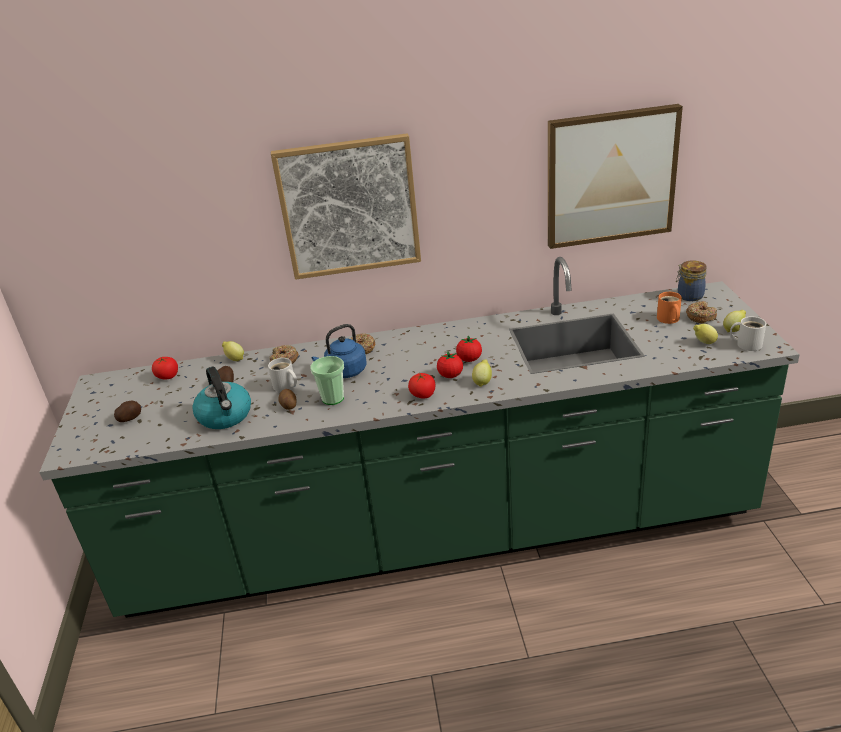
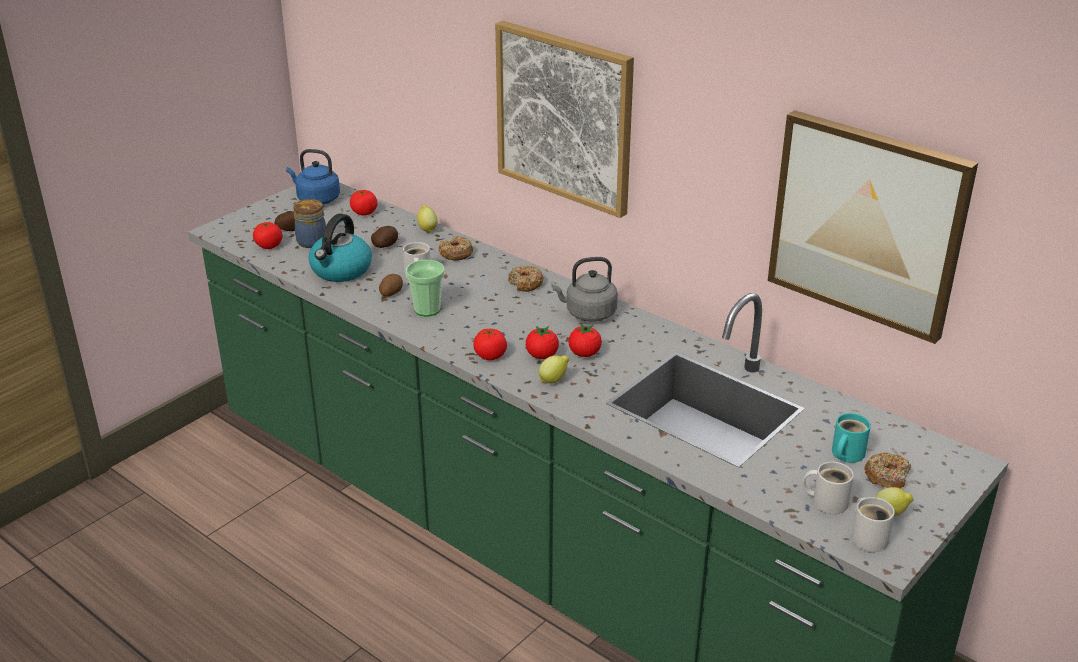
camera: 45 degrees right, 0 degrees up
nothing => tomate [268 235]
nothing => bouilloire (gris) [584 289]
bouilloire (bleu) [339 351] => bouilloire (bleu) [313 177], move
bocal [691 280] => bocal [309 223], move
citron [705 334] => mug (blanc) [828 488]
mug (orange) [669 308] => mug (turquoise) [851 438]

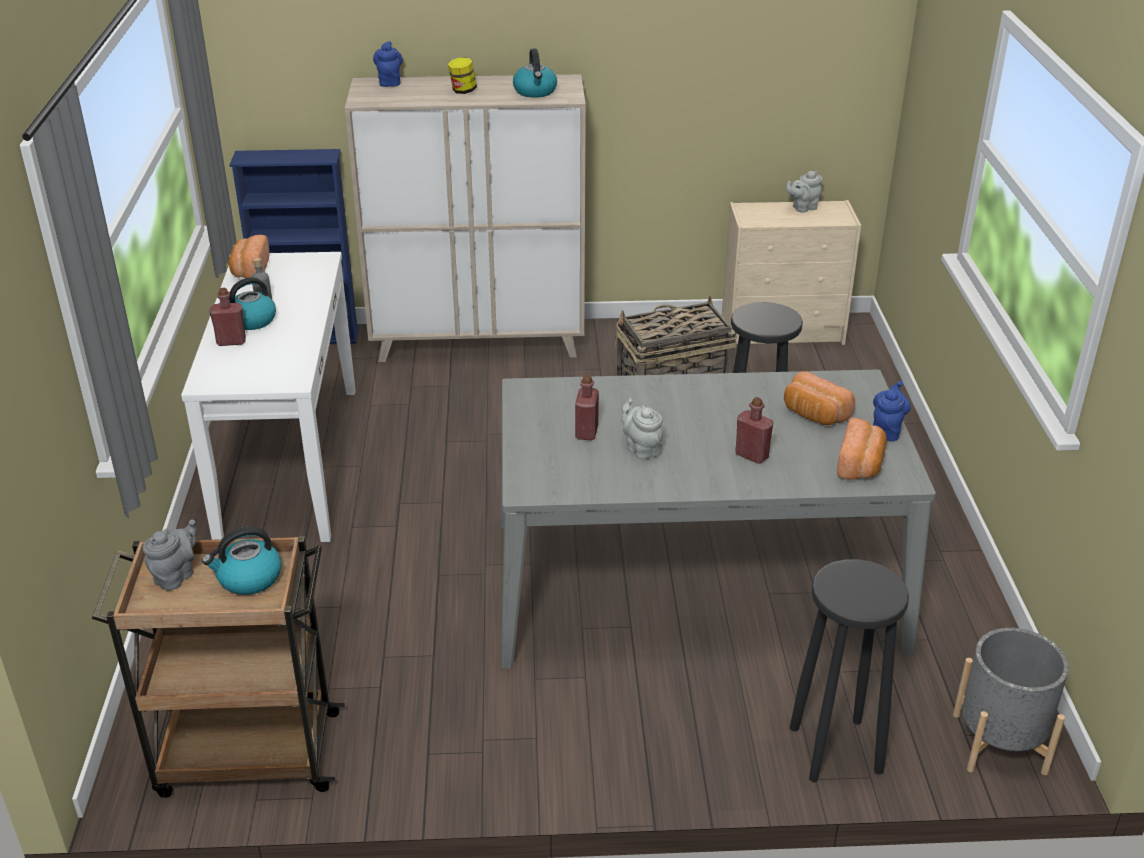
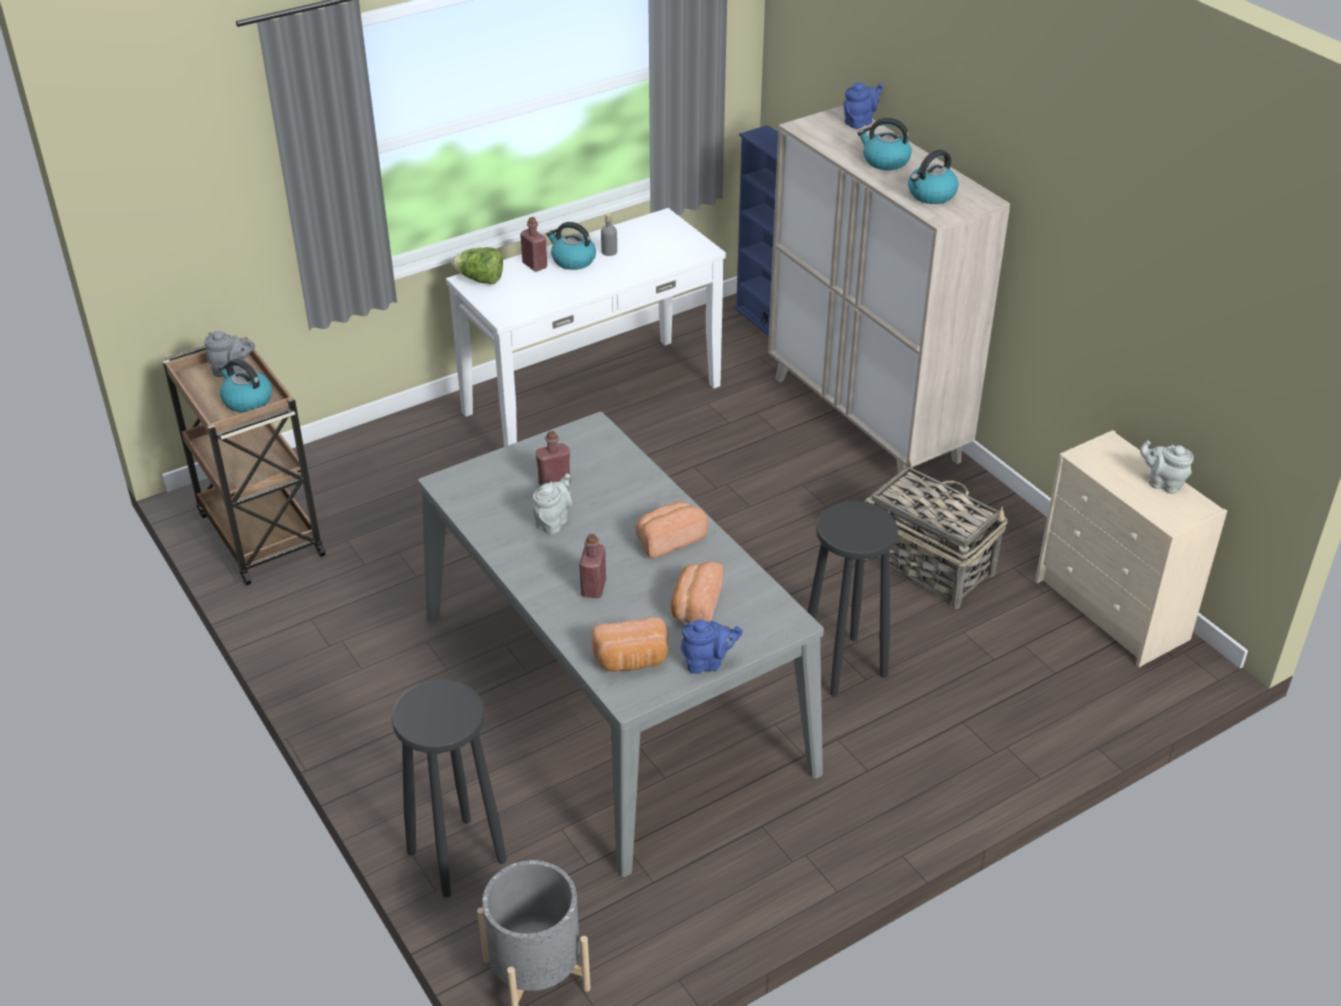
camera: 60 degrees right, 5 degrees up
nothing => laitue [477 265]
pain [248 256] => pain [672 529], move
bocal [462 75] => bouilloire [884 144]

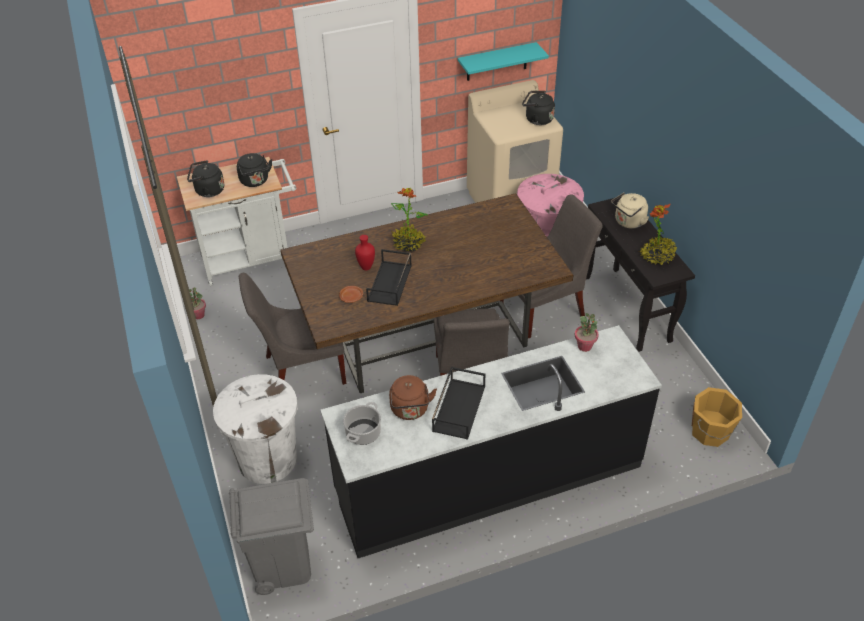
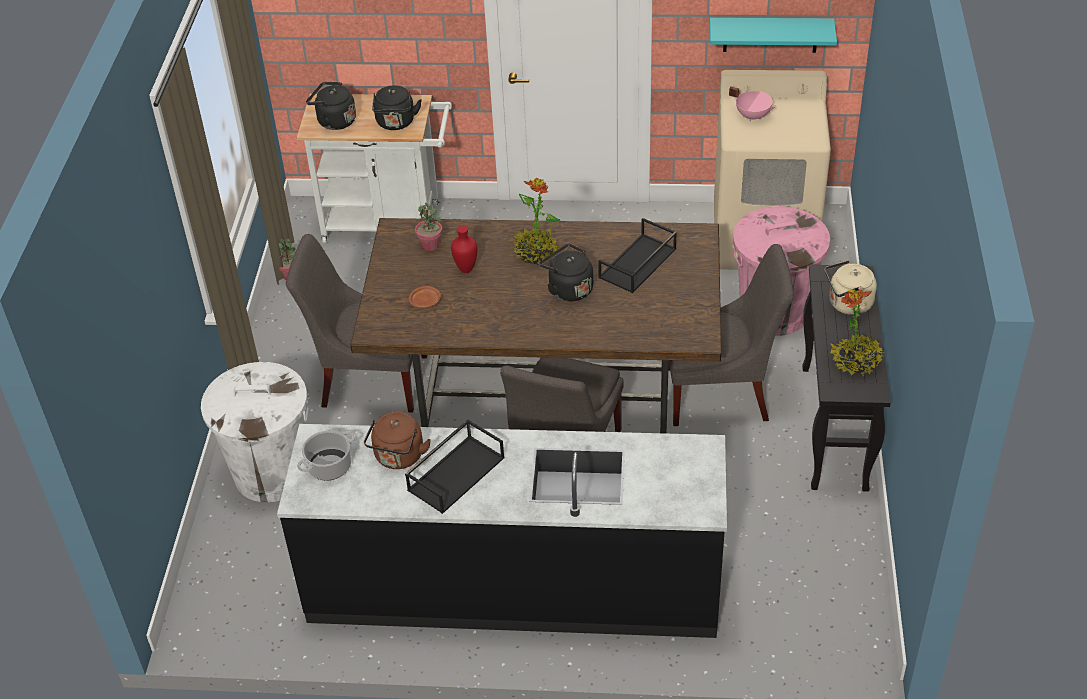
camera: 25 degrees right, 0 degrees up
poubelle (gris) [271 536] => nothing
seau (orange) [717 417] => nothing
nothing => marmite (rose) [752 103]
plateau (noir) [389 277] => plateau (noir) [637 255], move
bouilloire (noir) [538 108] => bouilloire (noir) [566 272], move
plante en pot [587 332] => plante en pot [429 226], move

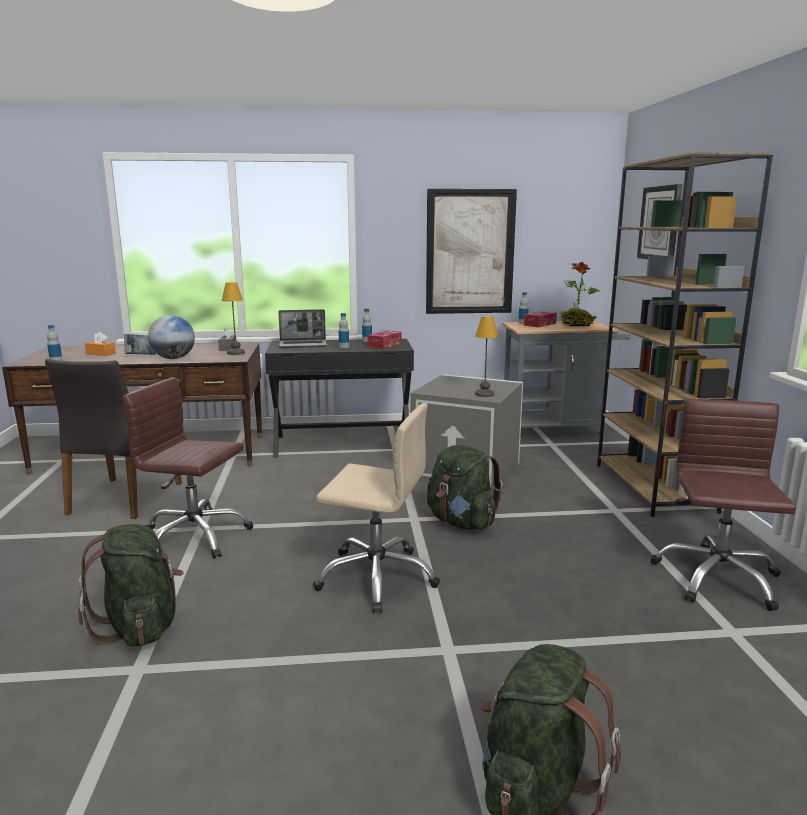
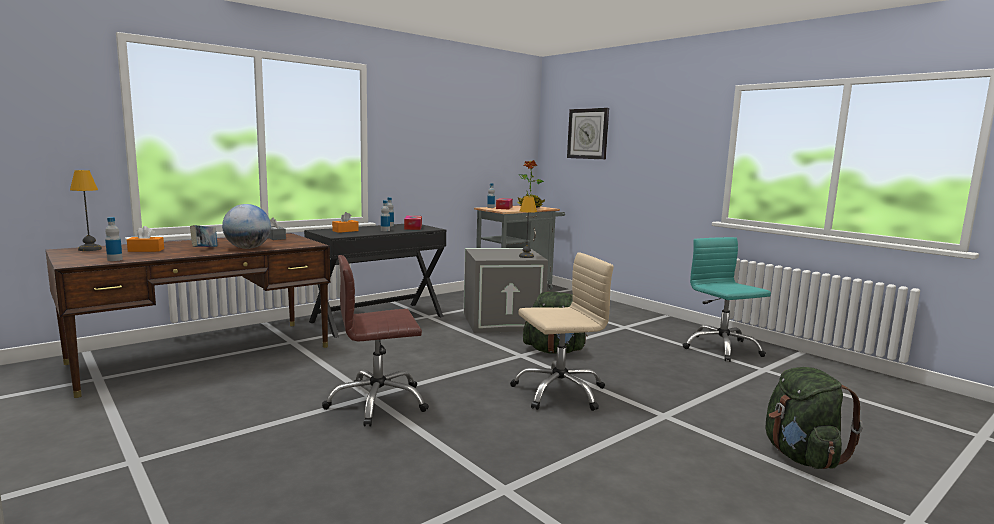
camera: 35 degrees left, 5 degrees down
chaise (gris) [113 439] => nothing
sac à dos (vert) [131 585] => nothing
tableau [471 251] => nothing
bibliothèque (marron) [685 334] => nothing
lampe de table [233 318] => lampe de table [86 210], move
ordinateur portable [302 328] => boîte à mouchoirs (orange) [345 222]
chaise de bureau (marron) [723 505] => chaise de bureau (turquoise) [727 299]

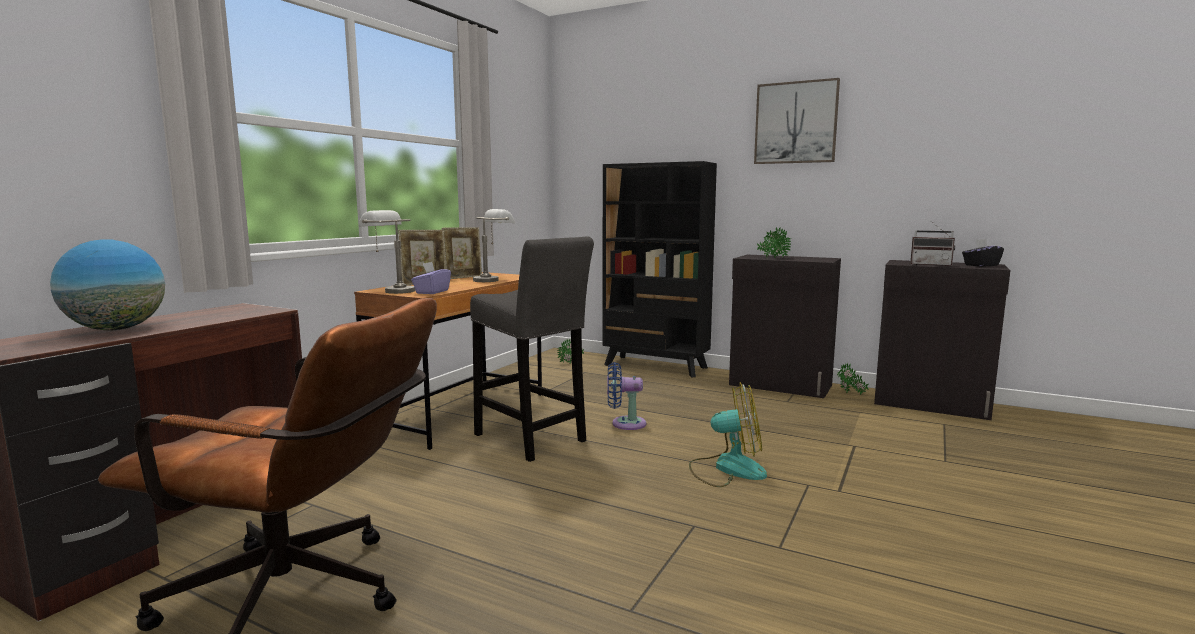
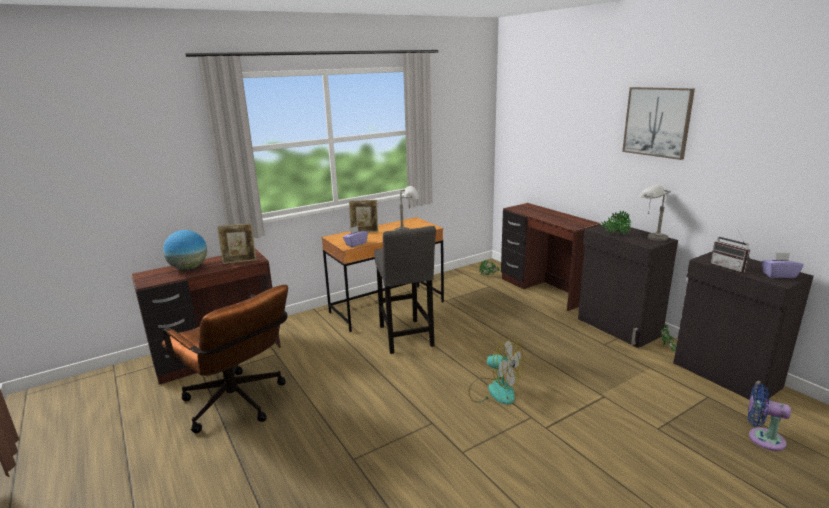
camera: 30 degrees right, 10 degrees up
lampe de table (gris) [386 252] => lampe de table (gris) [655 213], move
cadre photo [462 253] => cadre photo [236 243], move
ventilateur (bleu) [626 396] => ventilateur (bleu) [769 417], move
bibliothèque (noir) [659 269] => bureau (marron) [551 257]
boîte à mouchoirs (noir) [983 253] => boîte à mouchoirs (violet) [782 265]

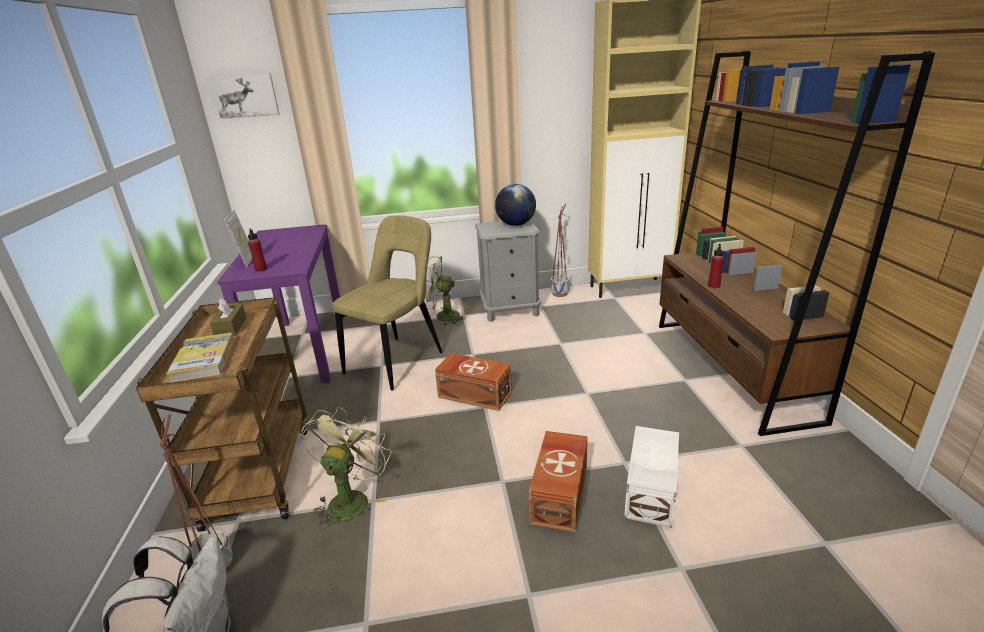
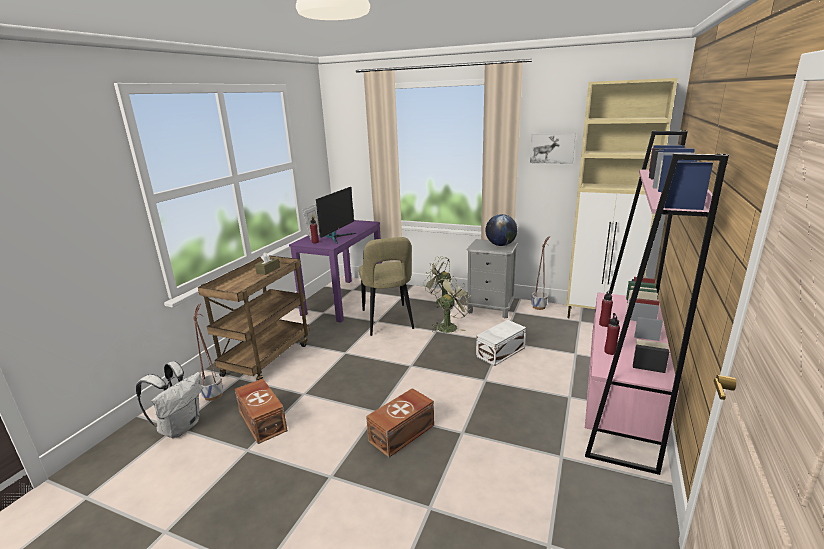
camera: 30 degrees right, 5 degrees down
livre [200 357] => nothing
nothing => écran d'ordinateur [336 215]
nothing => bouteille (rouge) [612 334]
tableau [244 96] => tableau [553 149], move
ventilateur (vert) [346 468] => ventilateur (vert) [452 304], move
boîte de rangement (marron) [473 382] => boîte de rangement (marron) [261 411], move
boîte de rangement (blanc) [651 477] => boîte de rangement (blanc) [501 343], move
bibliothèque (marron) [797 243] => bibliothèque (rose) [657 302]
chaise (beige) [388 302] => chaise (beige) [386 286], 105 degrees clockwise

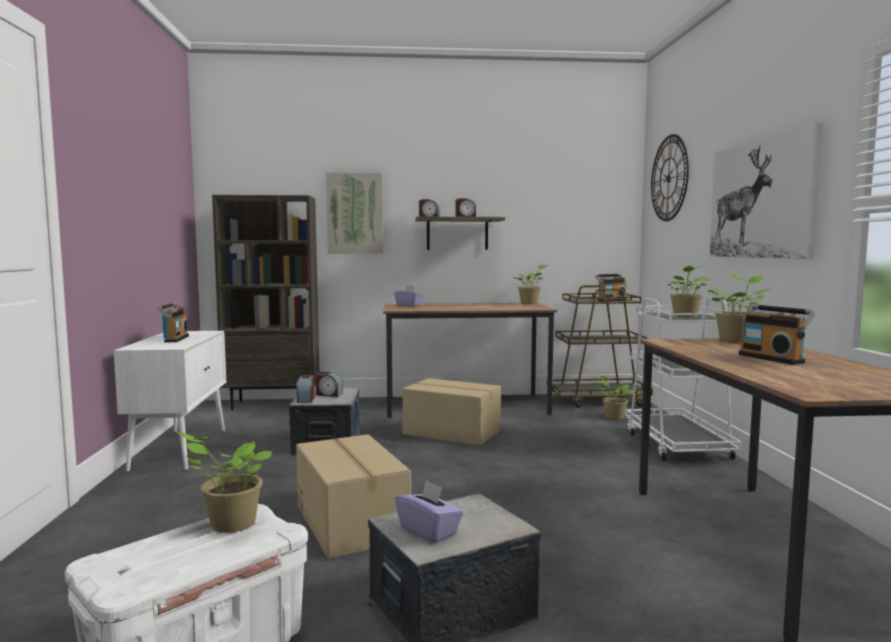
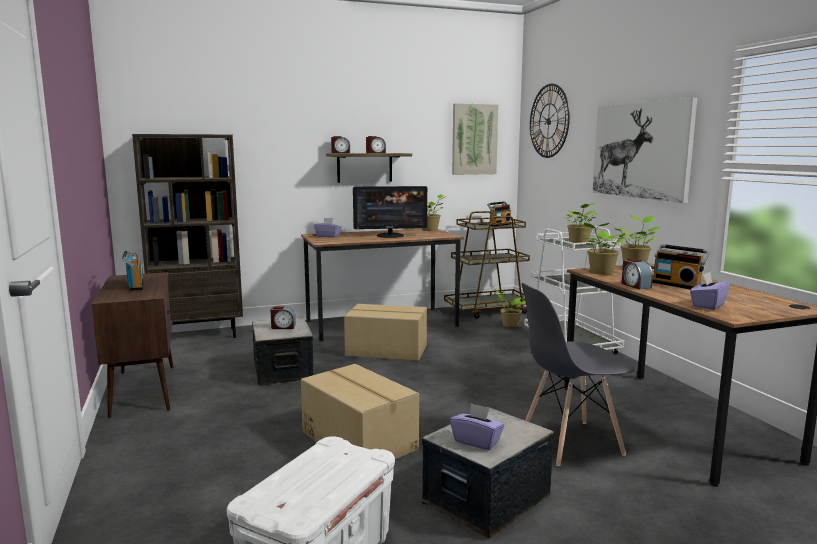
camera: 15 degrees left, 5 degrees up
nothing => écran d'ordinateur [390 212]
nothing => chaise (gris) [578 374]
nothing => boîte à mouchoirs (violet) [710 291]
plante en pot [223 482] => plante en pot [603 249], move
réveil [305 389] => réveil [637 274], move
tableau [354 213] => tableau [475 139], move
meuble de rangement (blanc) [170 401] => meuble de rangement (marron) [132 345]

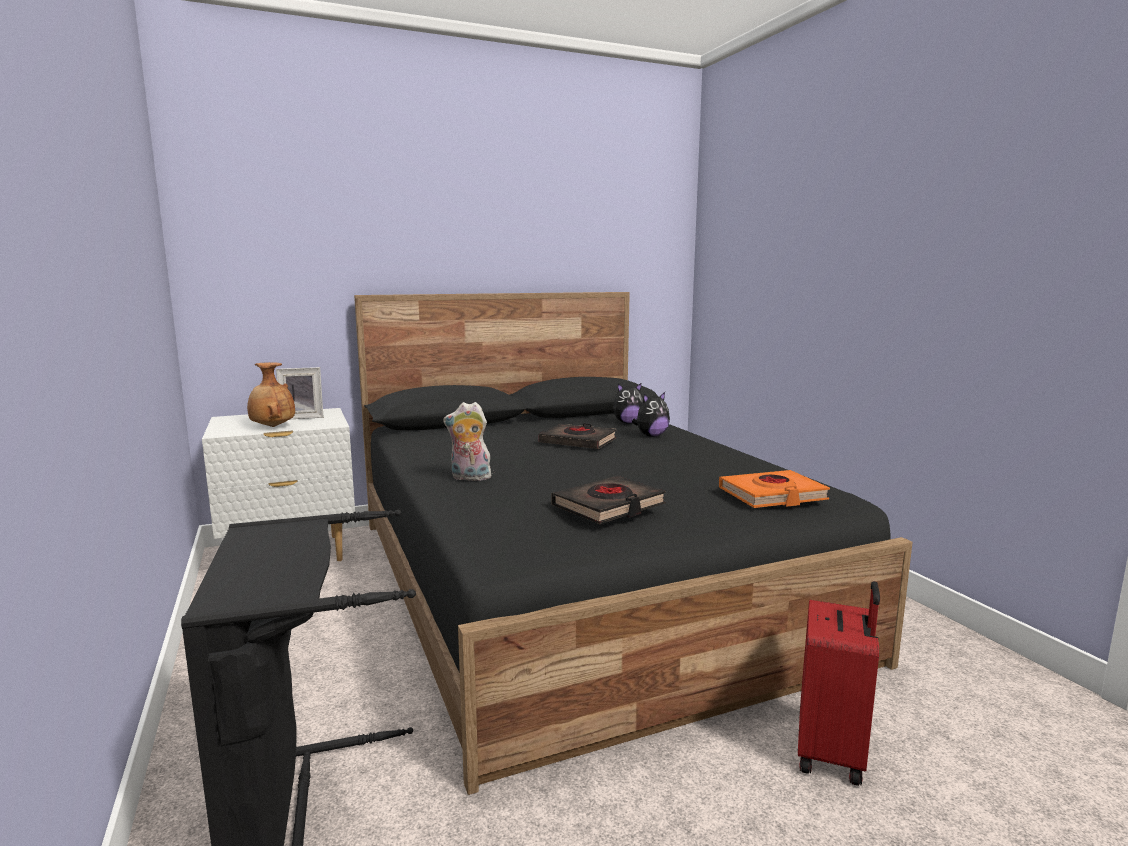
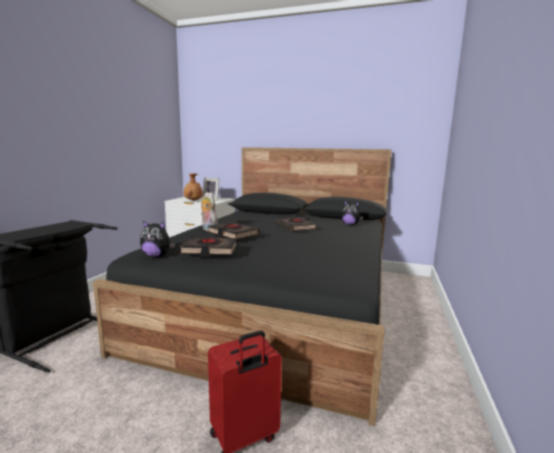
camera: 40 degrees right, 0 degrees up
livre (orange) [774 489] => nothing
nothing => livre (noir) [233 230]
peluche [651 414] => peluche [157 239], move

